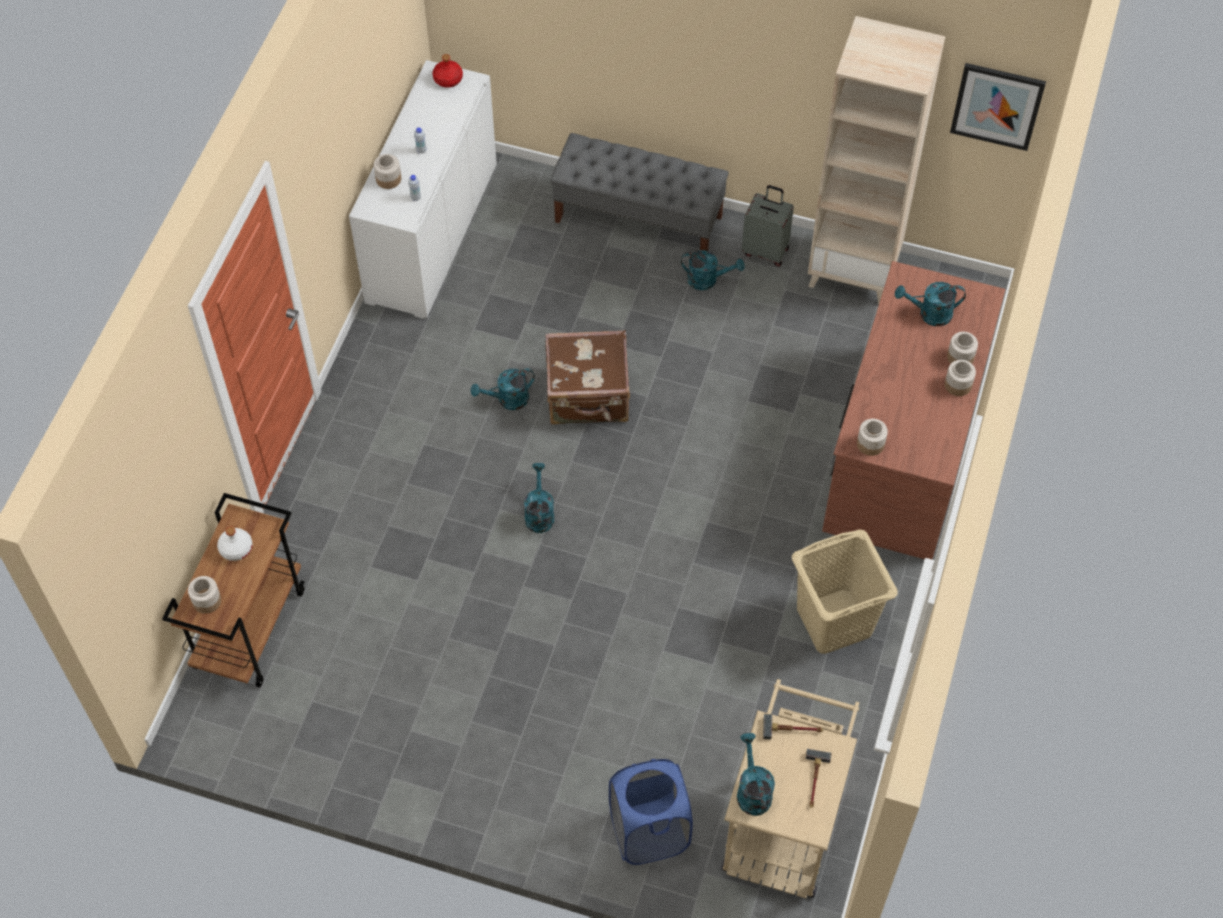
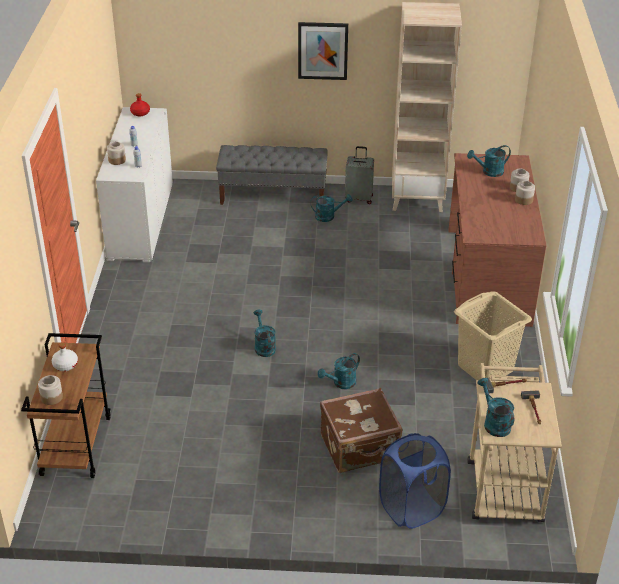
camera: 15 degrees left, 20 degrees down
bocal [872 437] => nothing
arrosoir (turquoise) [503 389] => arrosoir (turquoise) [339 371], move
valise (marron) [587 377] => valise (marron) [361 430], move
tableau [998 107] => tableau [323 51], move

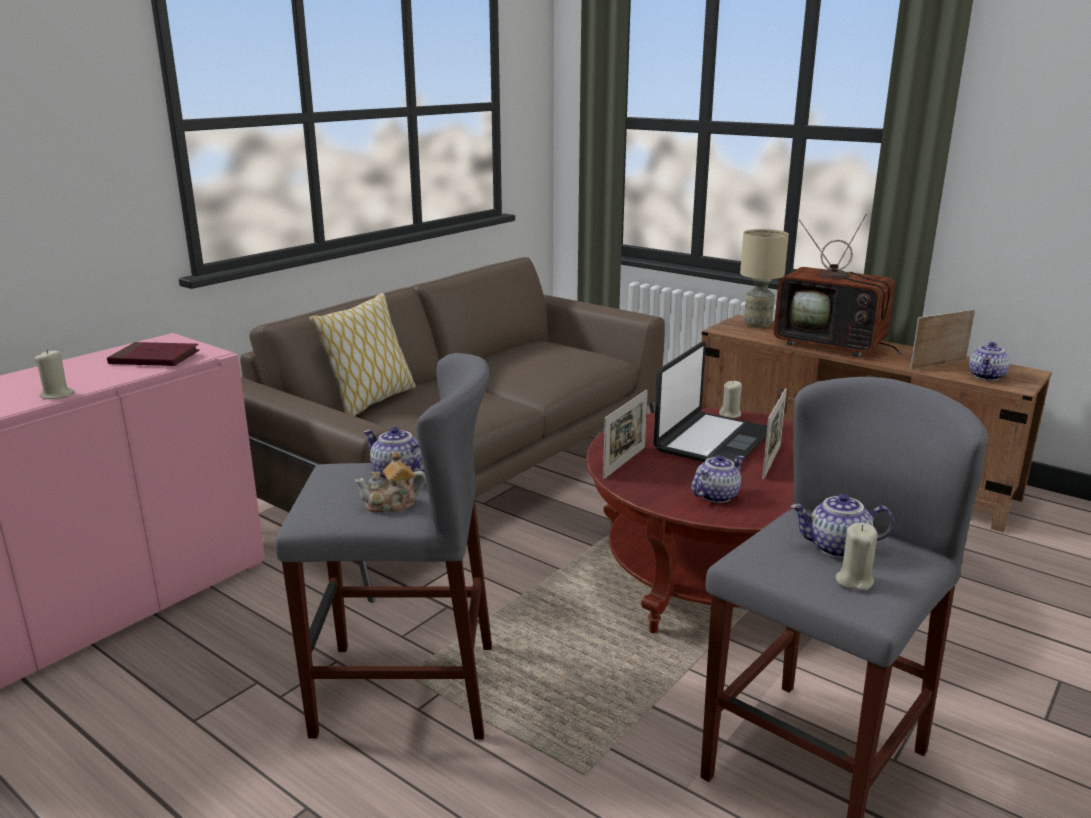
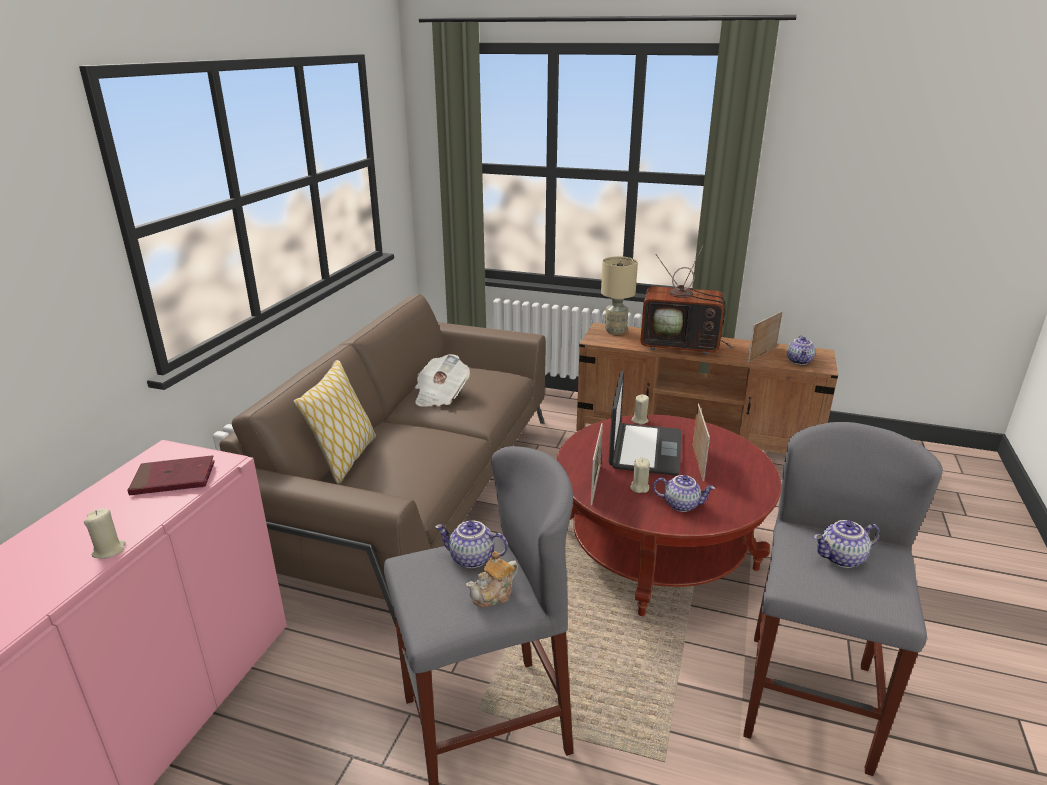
camera: 20 degrees left, 5 degrees up
nothing => journal [442 380]
bougie (beige) [856 557] => bougie (beige) [640 475], move
théière [717 479] => théière [684 493], 75 degrees clockwise

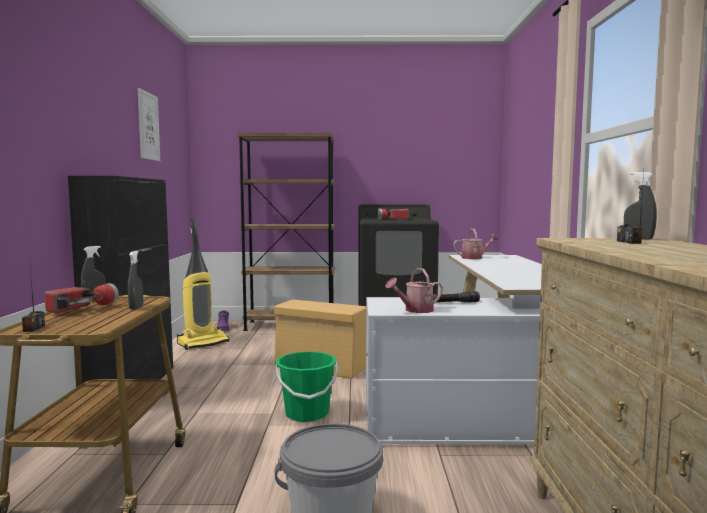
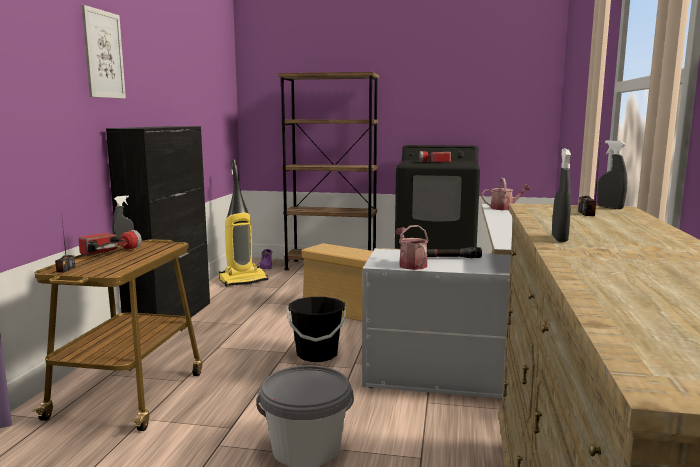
camera: 10 degrees right, 5 degrees up
vaporisateur (gris) [135 280] => vaporisateur (gris) [561 195], move
tableau [149 124] => tableau [104 52], move
seau (vert) [306 387] => seau (noir) [316 329]
arrosoir [414 290] => arrosoir [411 247], 90 degrees clockwise

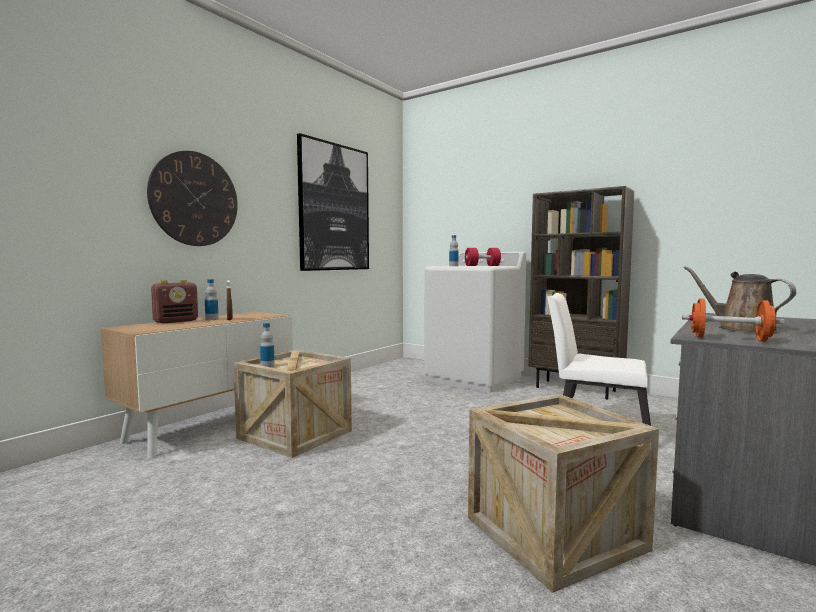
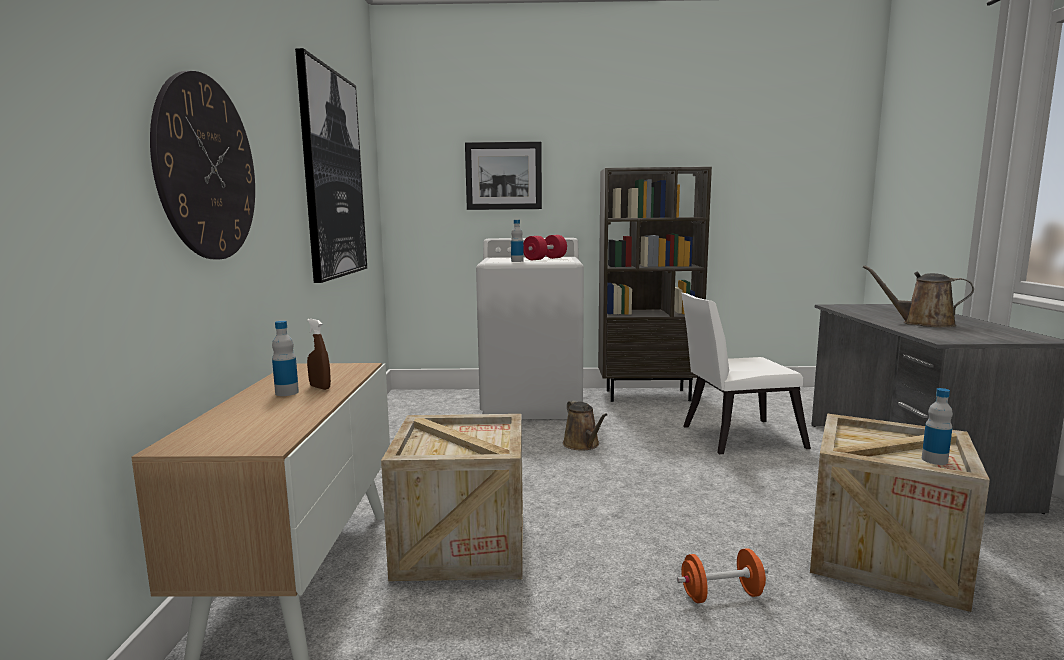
camera: 35 degrees left, 5 degrees up
radio [174 301] => nothing
nothing => tableau [503 176]
nothing => arrosoir (marron) [585 425]
bouteille [267 345] => bouteille [937 426], move
haltère (orange) [733 320] => haltère (orange) [722 575], move

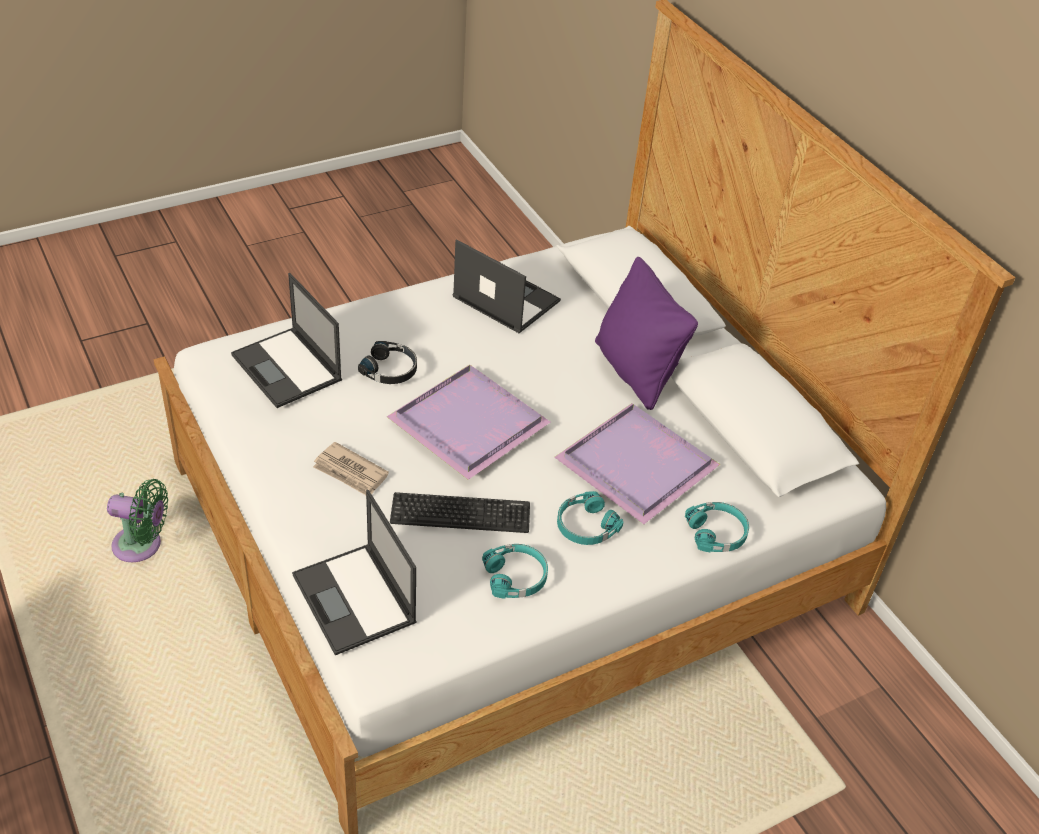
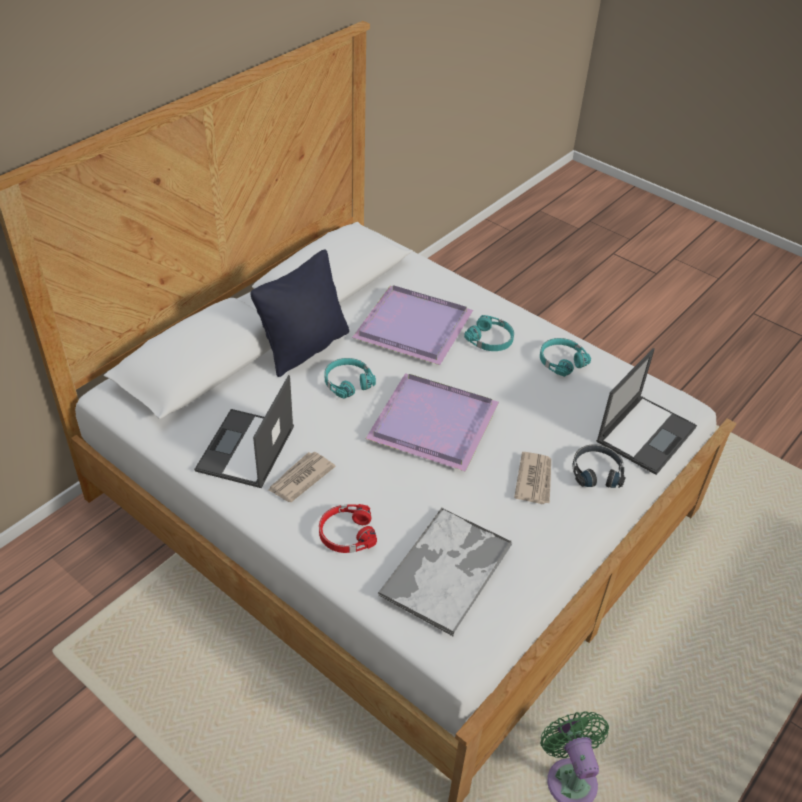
camera: 110 degrees left, 0 degrees up
clavier [460 512] => nothing
nothing => journal [301 477]
nothing => casque audio (rouge) [348 528]
casque audio (noir) [387 362] => casque audio (noir) [599 466], move
casque audio (turquoise) [717 527] => casque audio (turquoise) [350 378], move
ordinateur portable [286 340] => plateau [444 572]
coussin (violet) [646 333] => coussin (noir) [299 313]

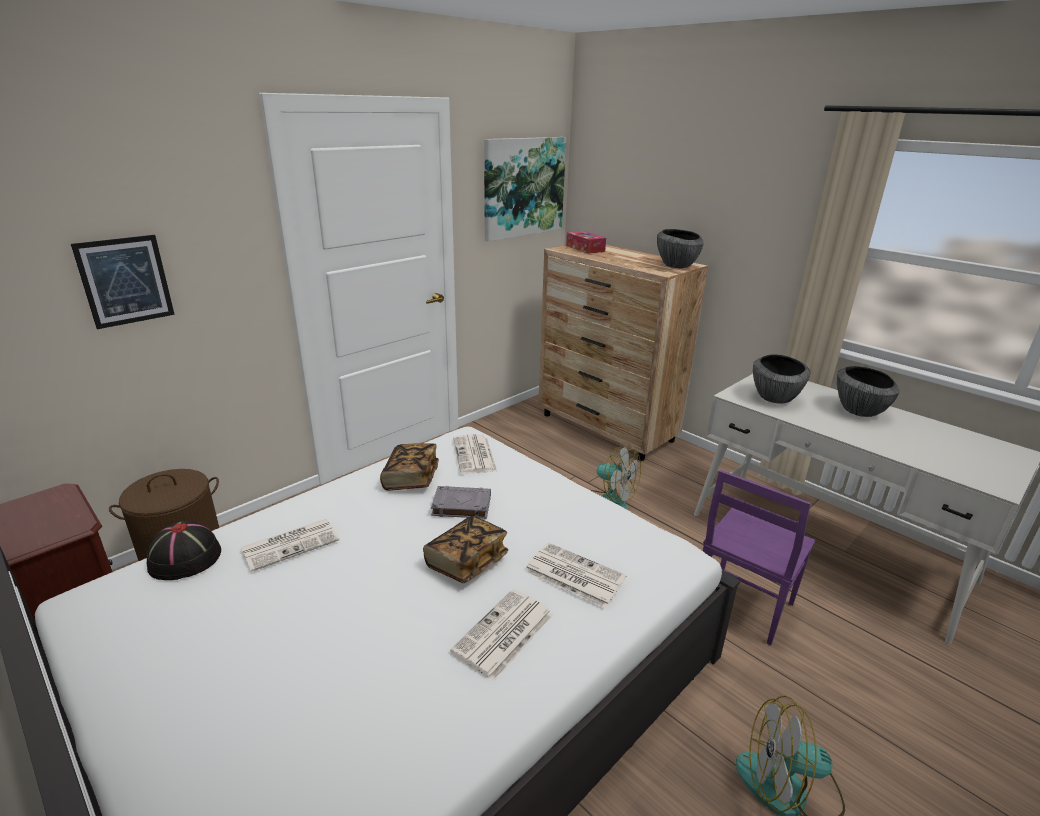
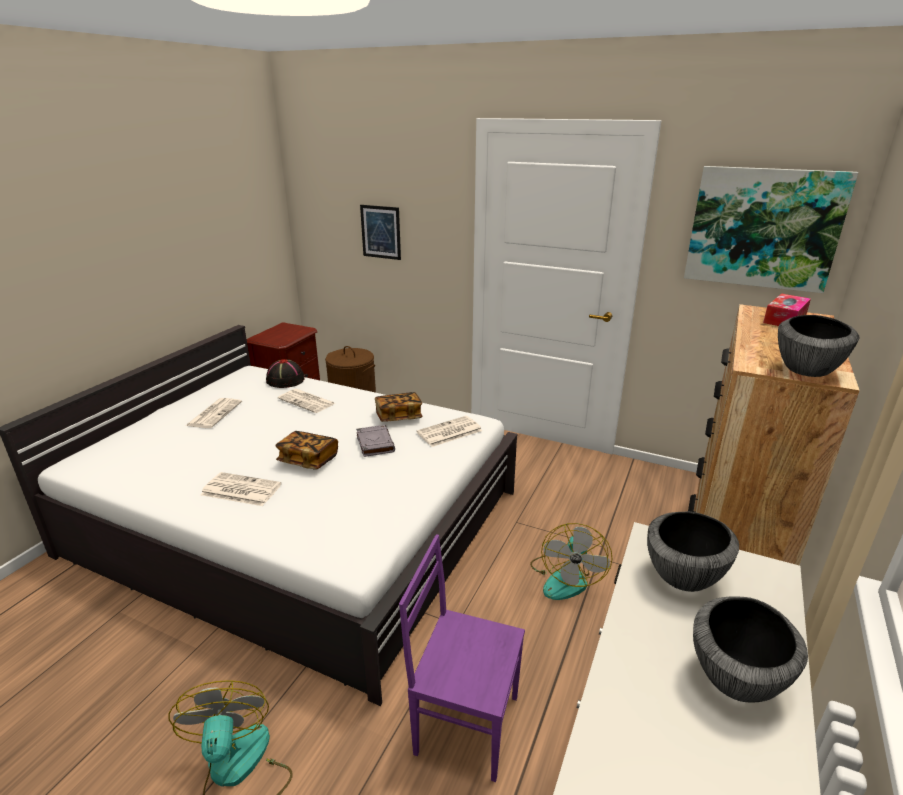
camera: 70 degrees right, 0 degrees up
journal [576 575] => journal [214 413], move

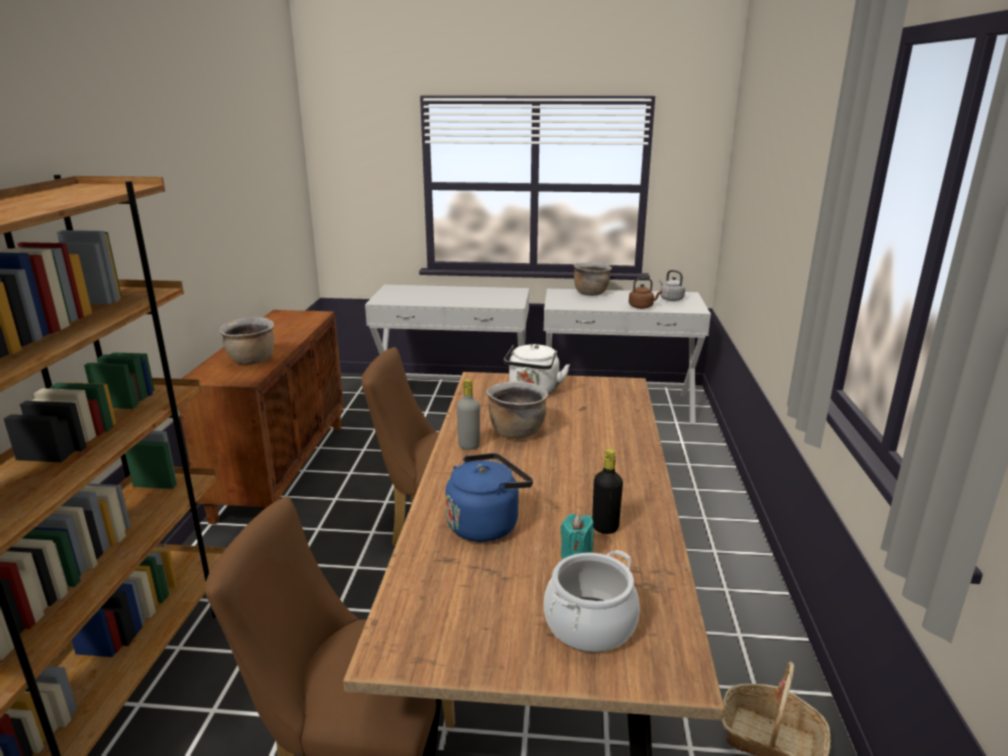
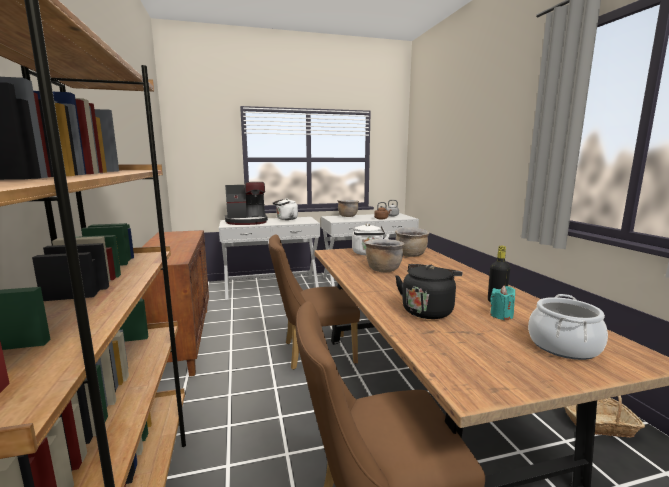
camera: 20 degrees left, 10 degrees down
bouteille (gris) [468 414] => nothing
nothing => machine à café [246 203]
nothing => bouilloire (blanc) [285 209]
marmite (marron) [246 341] => marmite (marron) [412 242], move
bouilloire (bleu) [489 497] => bouilloire (noir) [428 291]

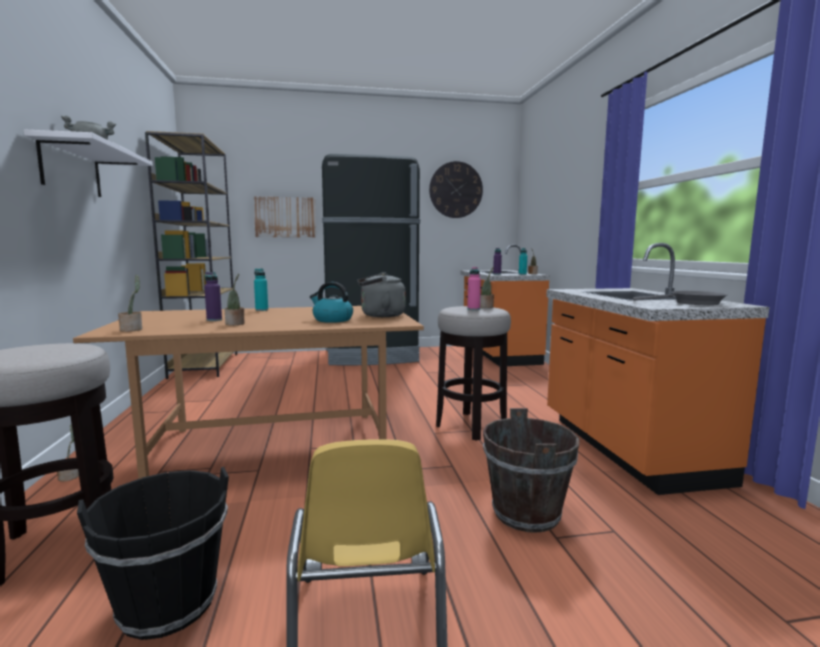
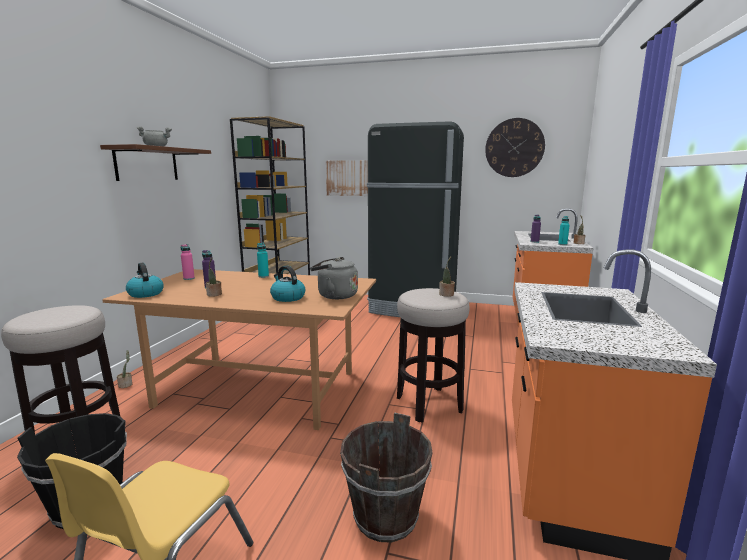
camera: 25 degrees right, 5 degrees up
poêle (gris) [680 298] => nothing
bouteille (rose) [474 288] => bouteille (rose) [188 262], move
plante en pot [130 303] => bouilloire [145 280]
étagère (blanc) [88 163] => étagère (marron) [155 162]

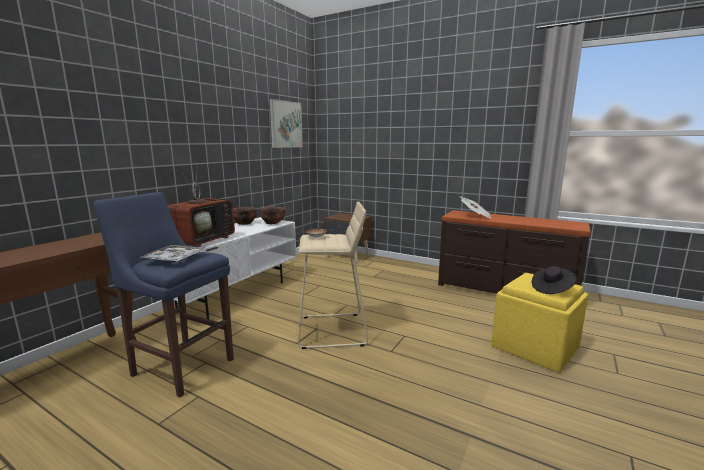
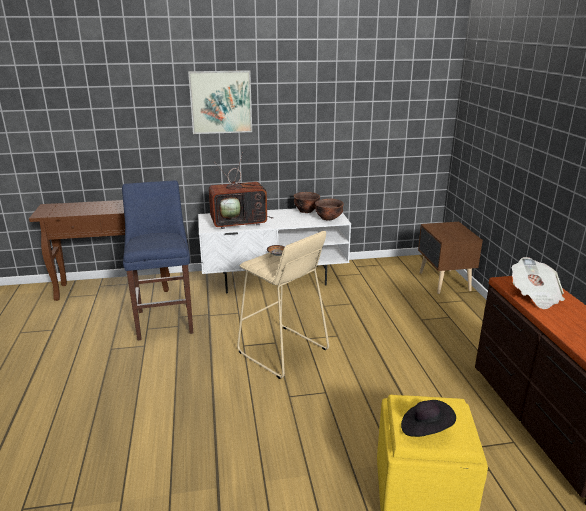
camera: 50 degrees right, 10 degrees up
plateau [173 253] => nothing
tableau [286 123] => tableau [220 102], move

